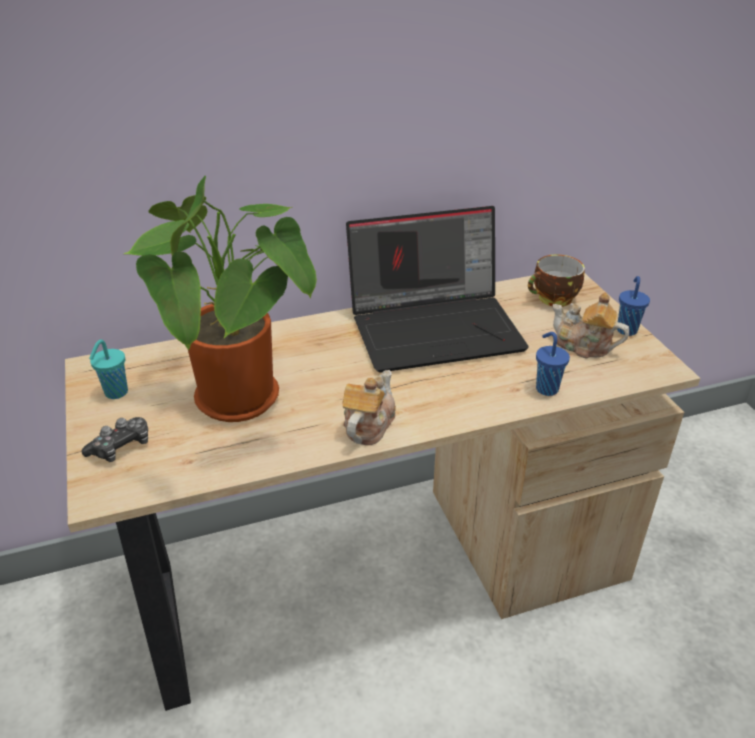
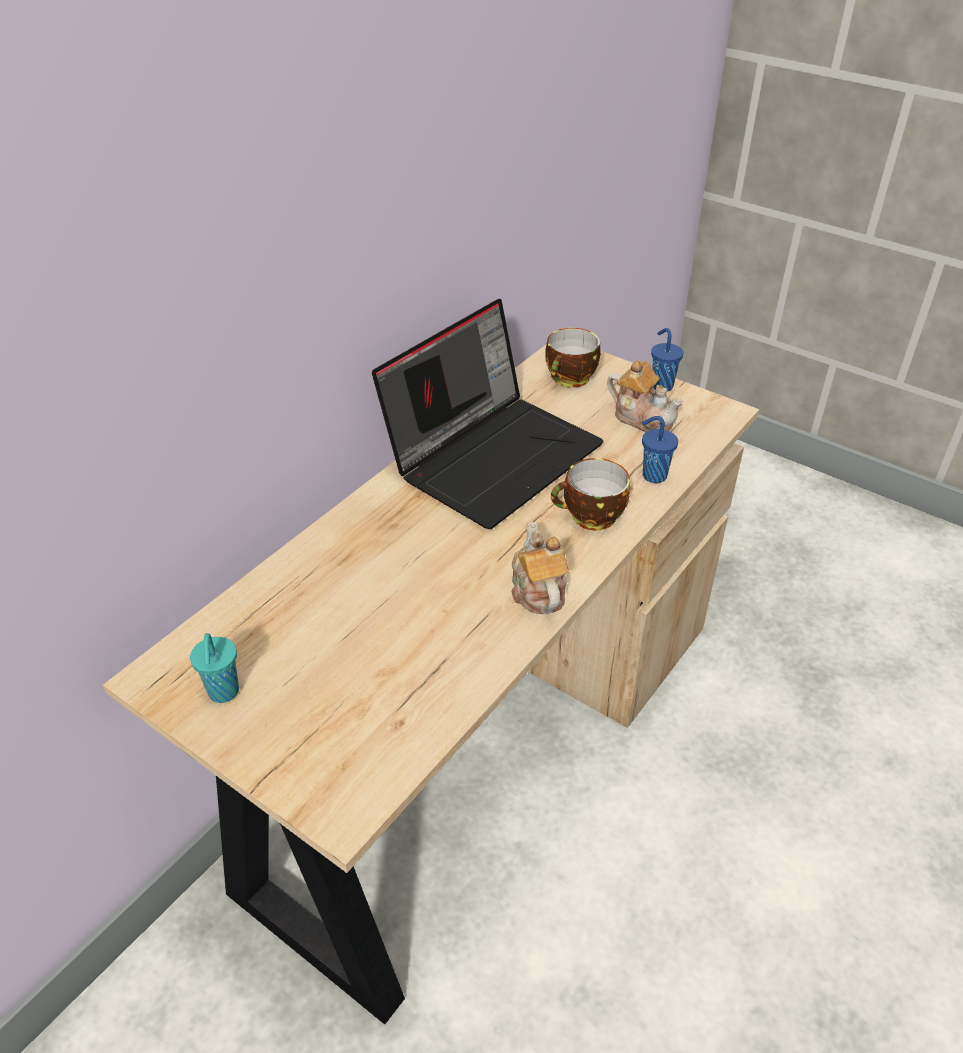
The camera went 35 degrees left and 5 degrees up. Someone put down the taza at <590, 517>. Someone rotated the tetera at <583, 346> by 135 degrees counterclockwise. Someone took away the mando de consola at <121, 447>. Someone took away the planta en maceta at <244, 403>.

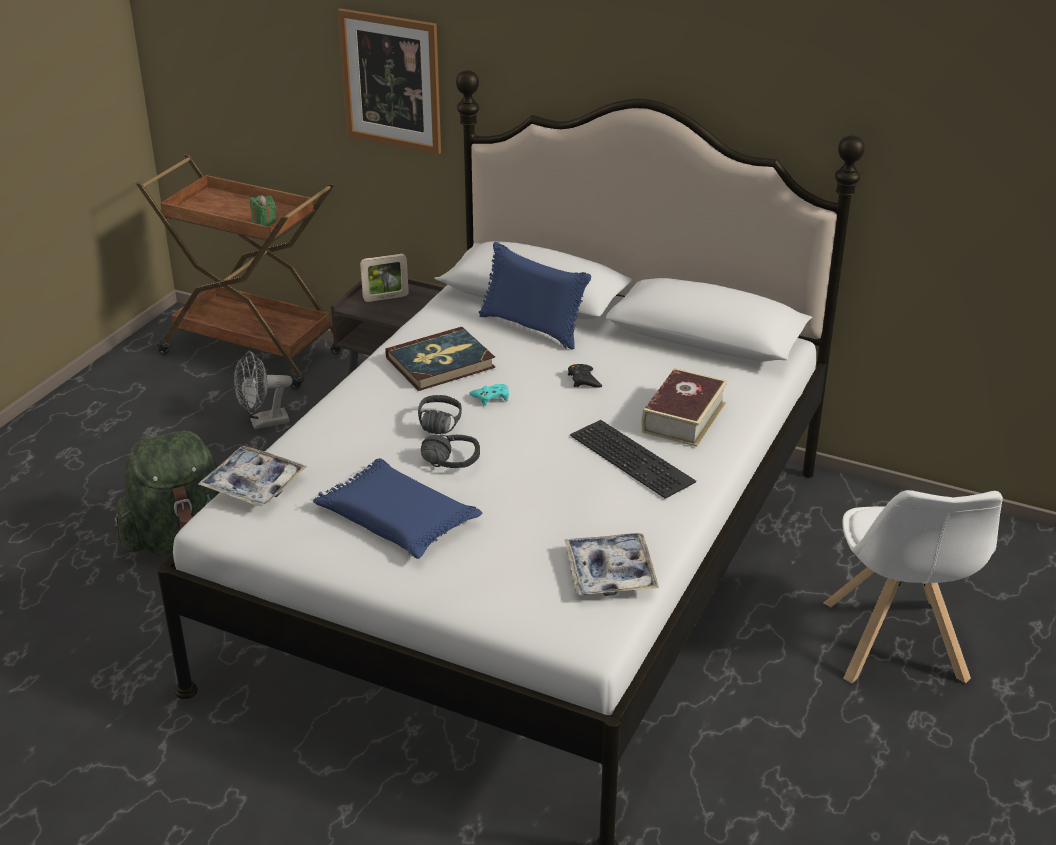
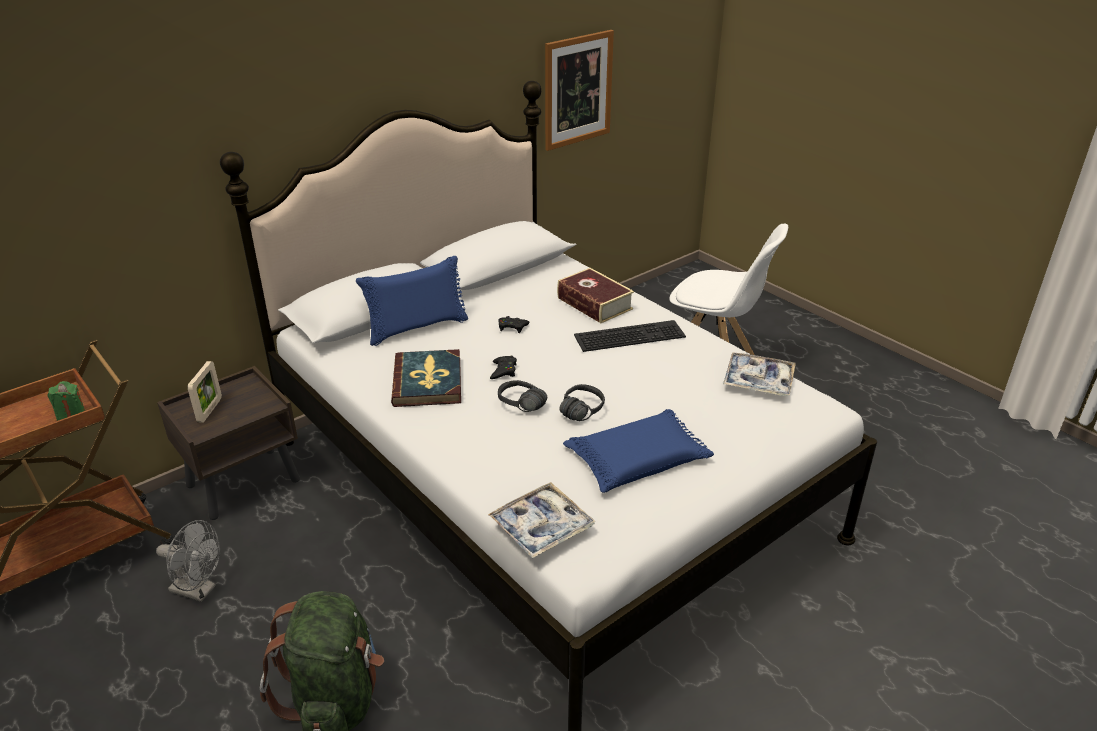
The camera went 65 degrees left and 0 degrees up. Someone rotated the ventilador/gris at <263, 423> by 75 degrees counterclockwise. Someone repainted the mando de consola/turquesa at <491, 397>, which became the mando de consola/negro at <503, 371>. Someone carried the cuadro from <391, 81> to <578, 90>.

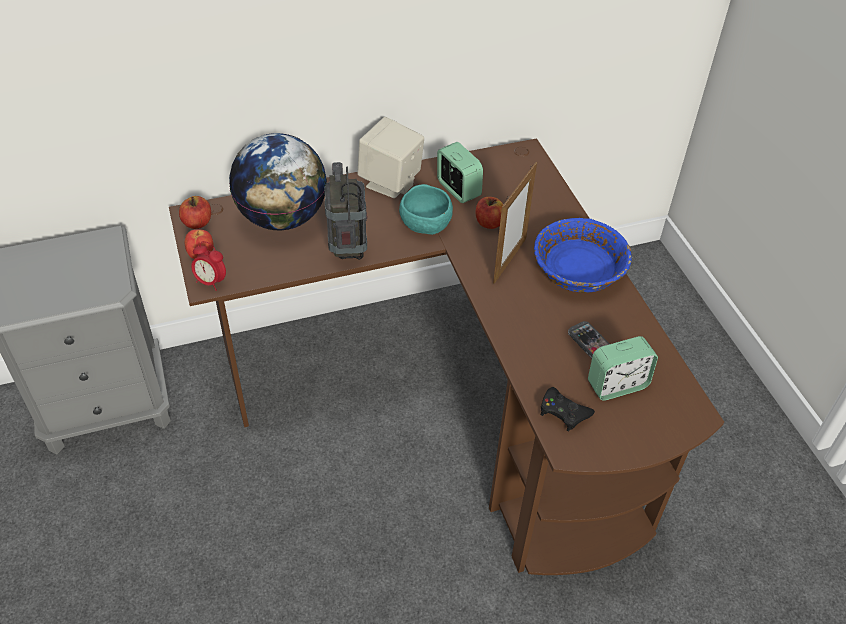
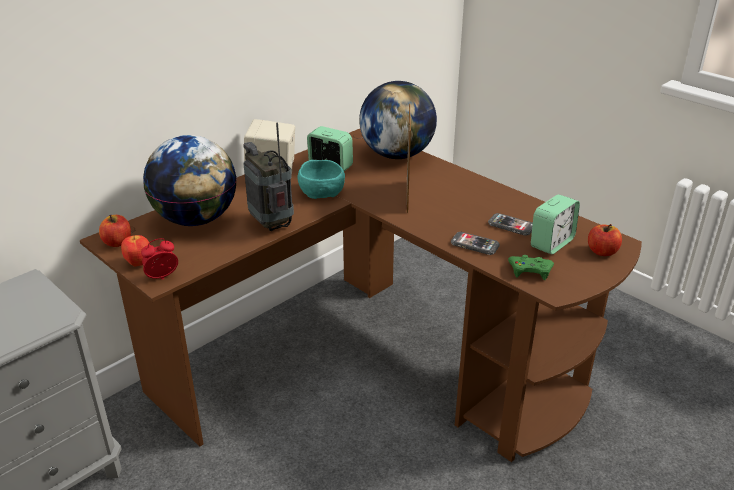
The camera went 25 degrees left and 15 degrees down. Someone rotated the despertador at <211, 282> by 150 degrees clockwise. Someone put down the globo terráqueo at <397, 155>. Someone put down the móvil at <474, 245>. Someone repainted the mando de consola/negro at <563, 412>, which became the mando de consola/verde at <530, 271>. Someone carried the manzana from <489, 223> to <602, 252>. Someone took away the cuenco/azul at <579, 269>.

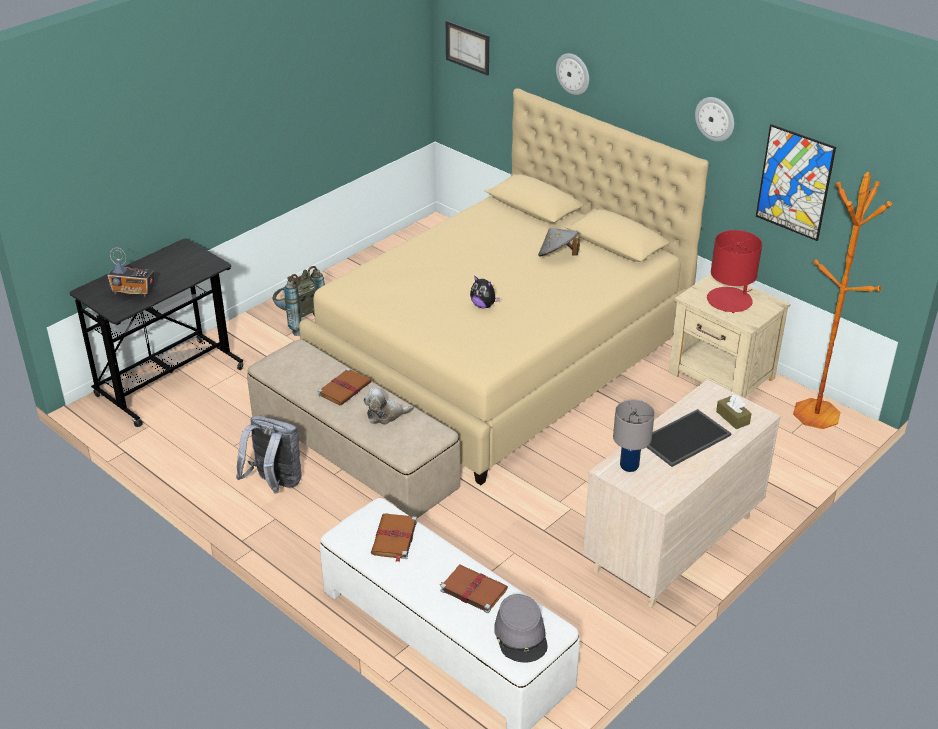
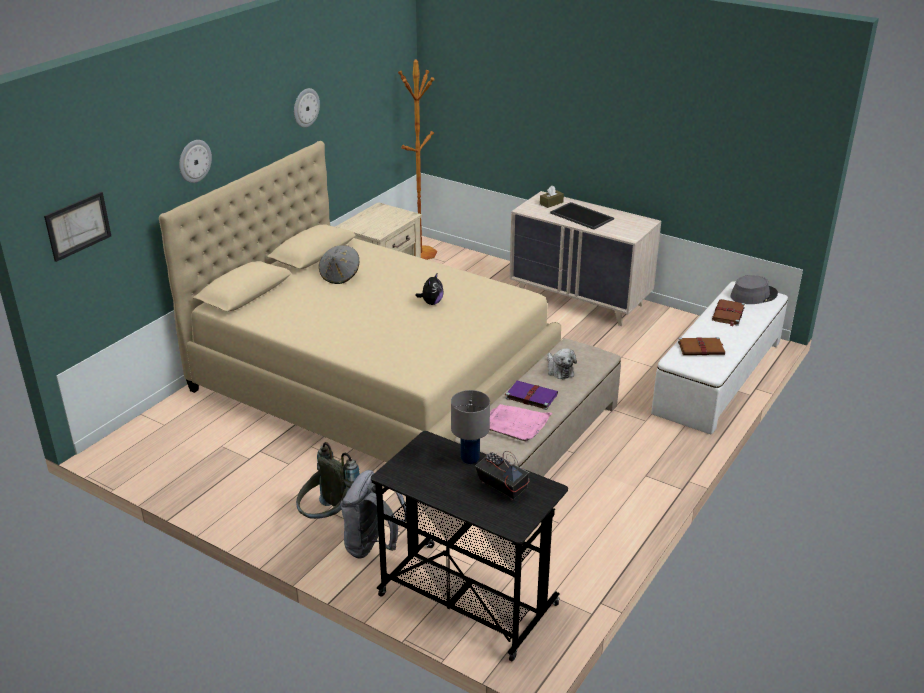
The camera went 100 degrees left and 5 degrees down. Someone carried the mochila/gris from <274, 484> to <373, 546>. Someone carried the lámpara de mesa/gris from <628, 466> to <470, 460>. Someone rotated the radio at <134, 291> by 45 degrees counterclockwise. Someone put down the bandeja/rosa at <515, 424>. Someone repainted the libro/marrón at <345, 388>, which became the libro/morado at <530, 396>. Someone took away the lámpara de mesa/rojo at <730, 300>. Someone took away the cuadro at <794, 182>.

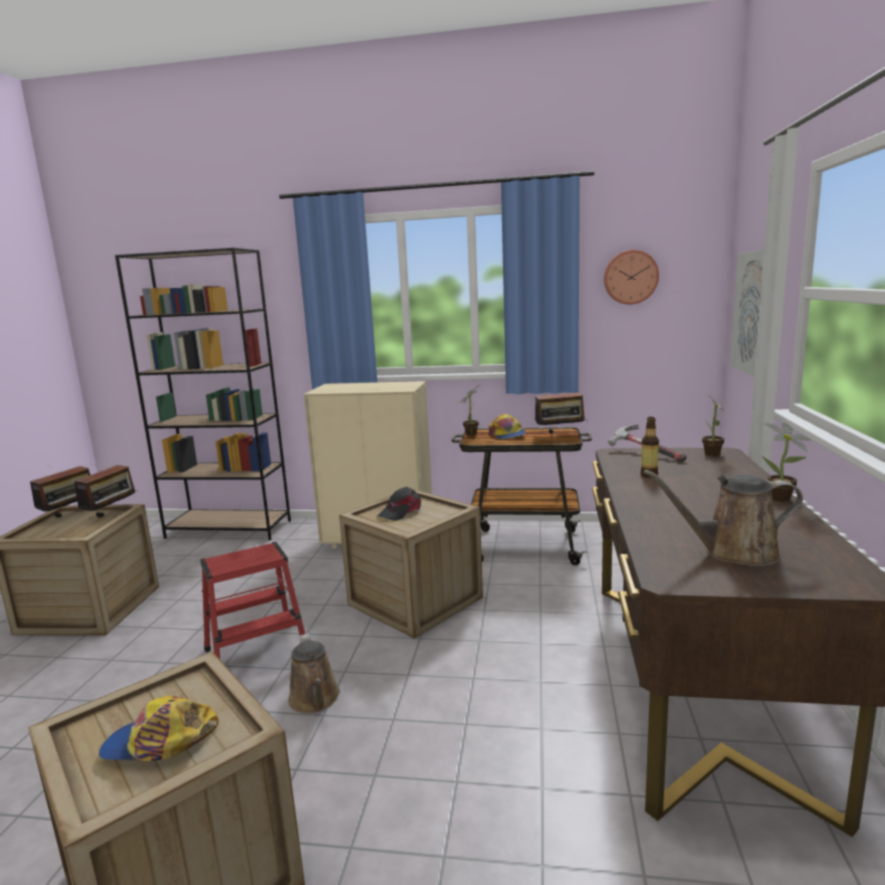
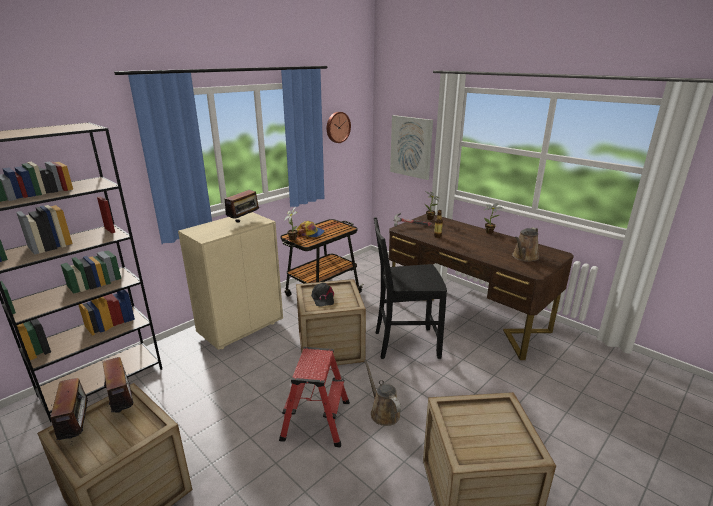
The camera went 55 degrees left and 10 degrees up. Someone carried the radio from <560, 434> to <244, 221>. Someone rotated the regadera/marrón at <315, 700> by 135 degrees counterclockwise. Someone put down the silla/negro at <405, 343>. Someone took away the gorra at <159, 743>.

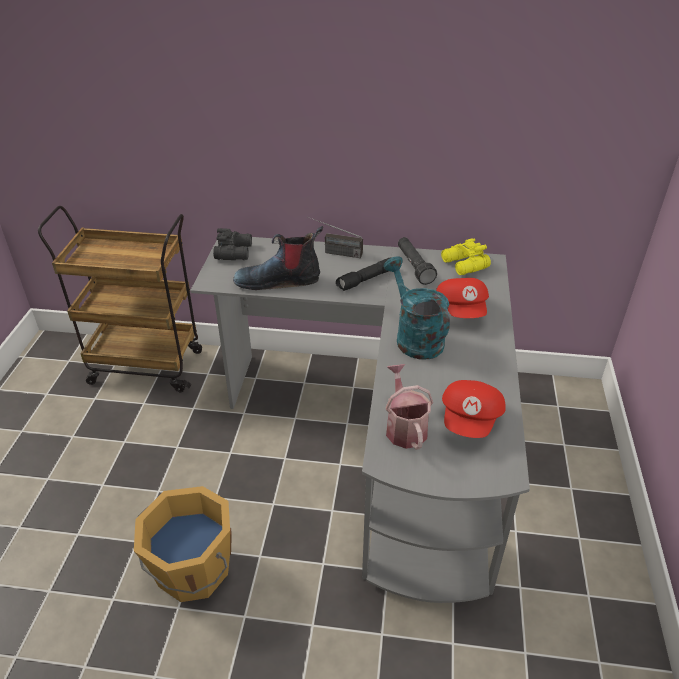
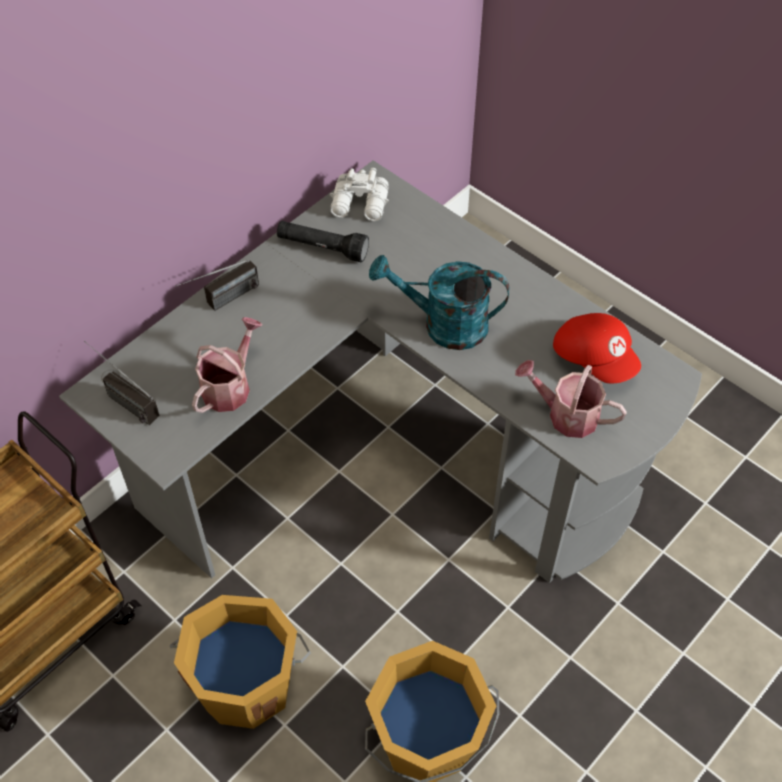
The camera went 55 degrees left and 15 degrees up. Someone swapped the prismáticos/negro at <235, 251> for the radio at <121, 399>. Someone put down the cubo/naranja at <246, 683>. Someone swapped the bota at <279, 280> for the regadera at <230, 386>. Someone repainted the prismáticos/amarillo at <464, 265>, which became the prismáticos/blanco at <361, 205>. Someone took away the linterna/negro at <366, 280>. Someone took away the gorra/rojo at <462, 310>.

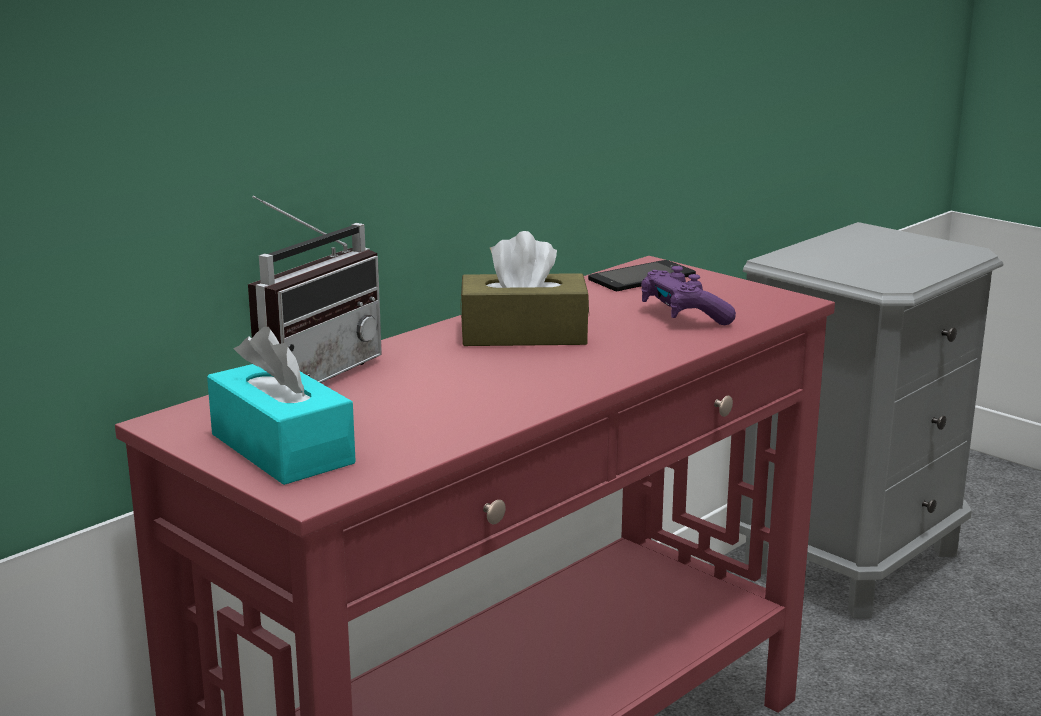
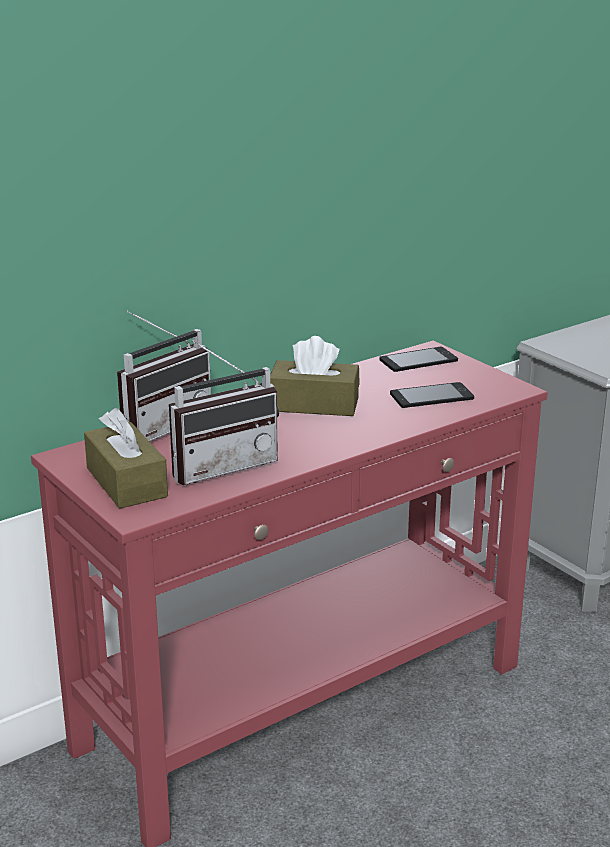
The camera went 10 degrees right and 5 degrees up. Someone repainted the caja de pañuelos/turquesa at <282, 449>, which became the caja de pañuelos/marrón at <126, 482>. Someone put down the radio at <221, 465>. Someone swapped the mando de consola/morado at <683, 316> for the móvil at <431, 396>.

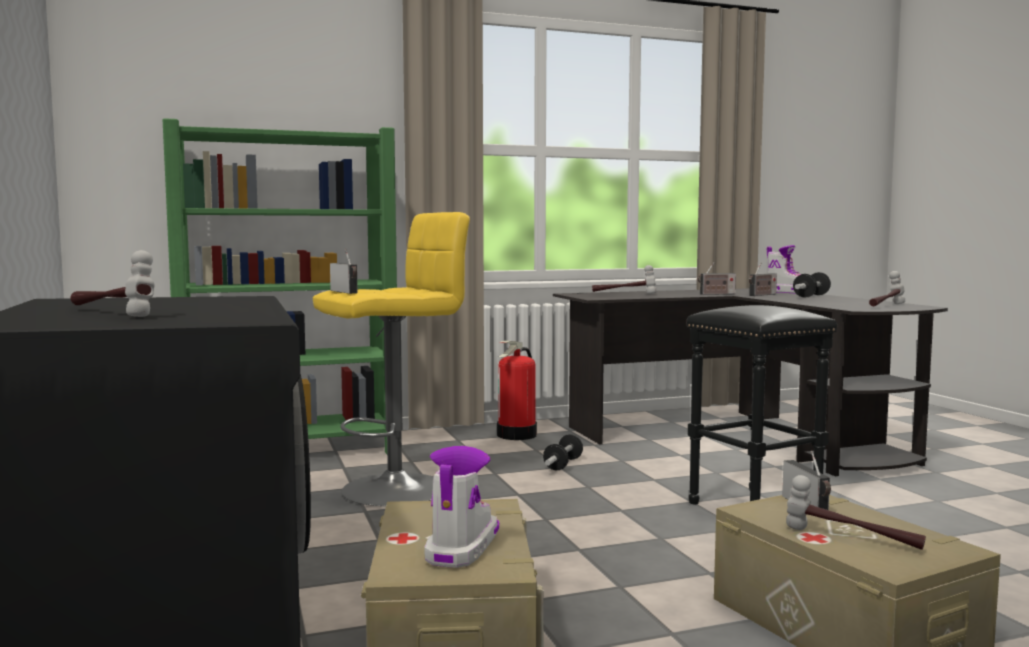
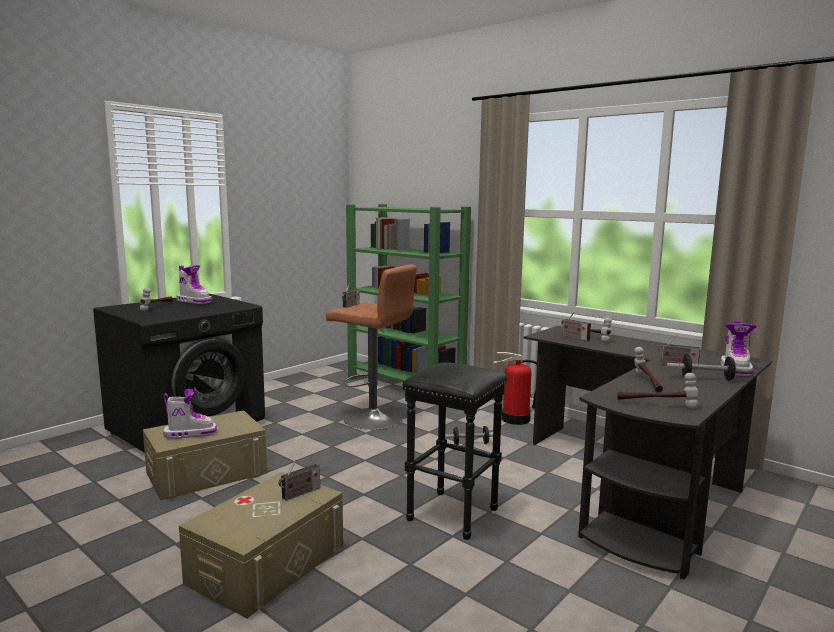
The camera went 60 degrees right and 5 degrees up. Someone put down the bota at <194, 301>. Someone repainted the taburete/amarillo at <396, 490>, which became the taburete/marrón at <373, 419>. Someone carried the radio from <716, 294> to <574, 337>. Someone carried the martillo from <851, 539> to <647, 383>.

